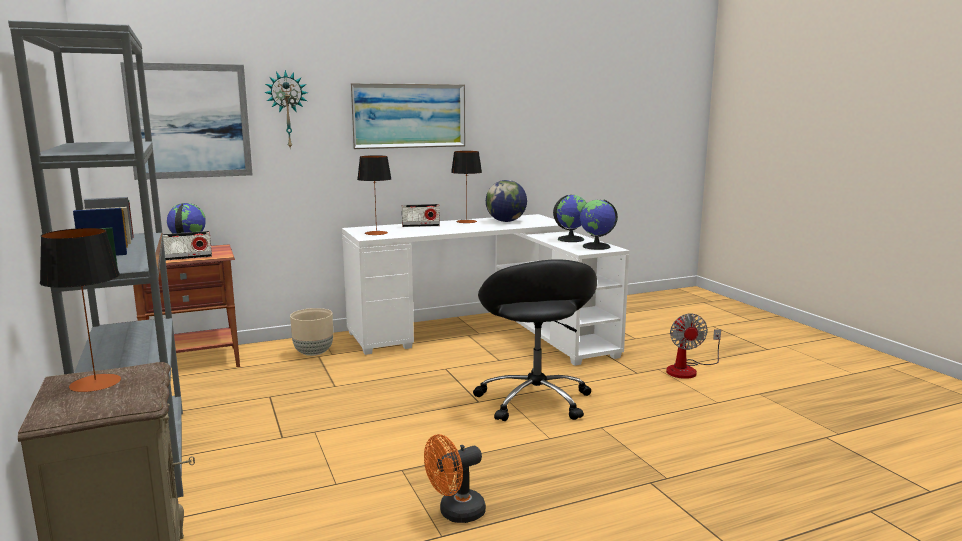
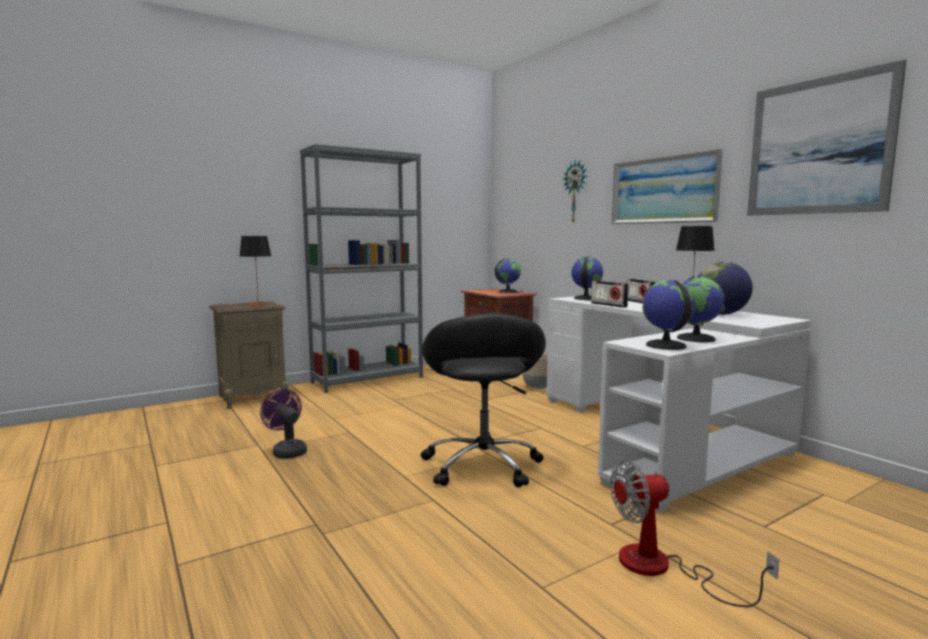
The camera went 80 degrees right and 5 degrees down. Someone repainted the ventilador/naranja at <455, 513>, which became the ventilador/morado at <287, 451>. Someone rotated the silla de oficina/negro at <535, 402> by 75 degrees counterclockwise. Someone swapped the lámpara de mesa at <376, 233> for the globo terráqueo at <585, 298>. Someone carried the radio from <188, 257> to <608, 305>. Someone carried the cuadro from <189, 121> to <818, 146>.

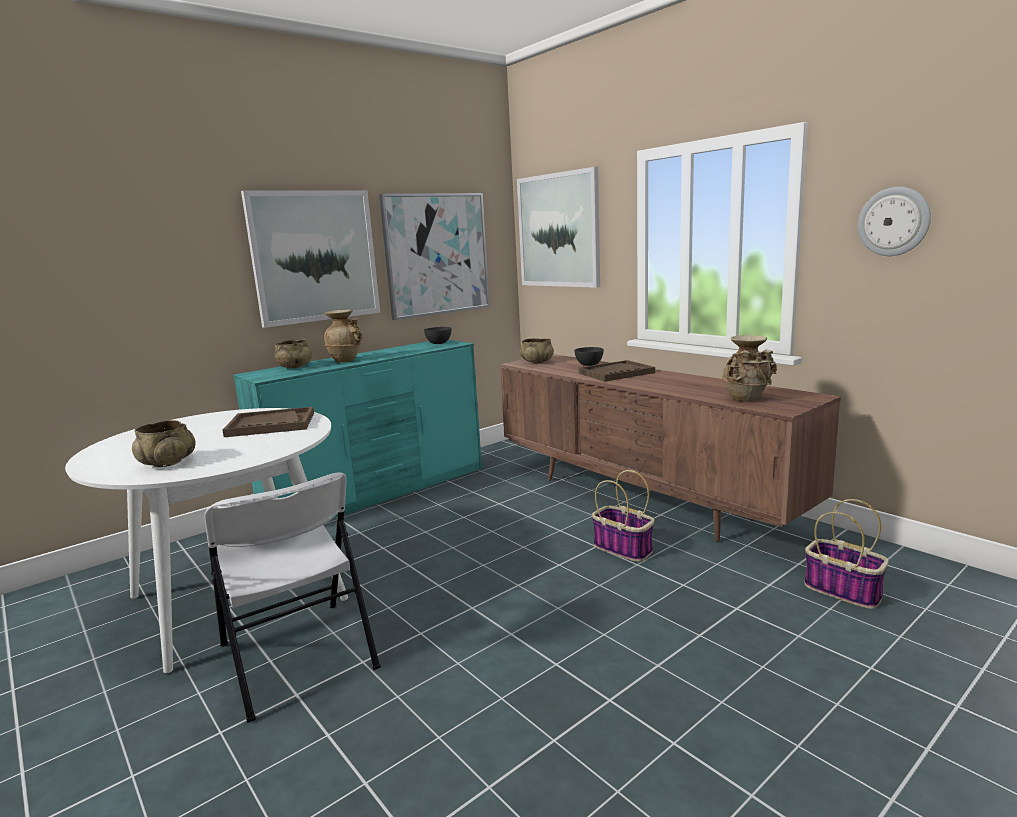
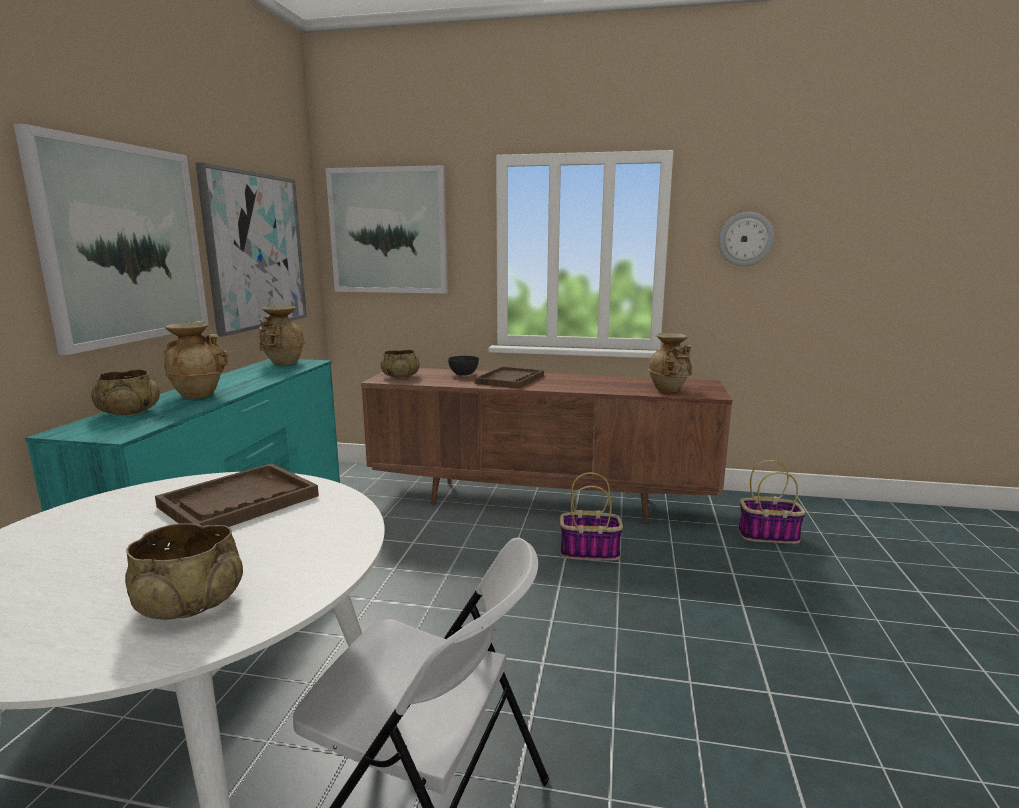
The camera went 40 degrees left and 0 degrees up. Someone swapped the cuenco/gris at <438, 343> for the florero/beis at <282, 363>.

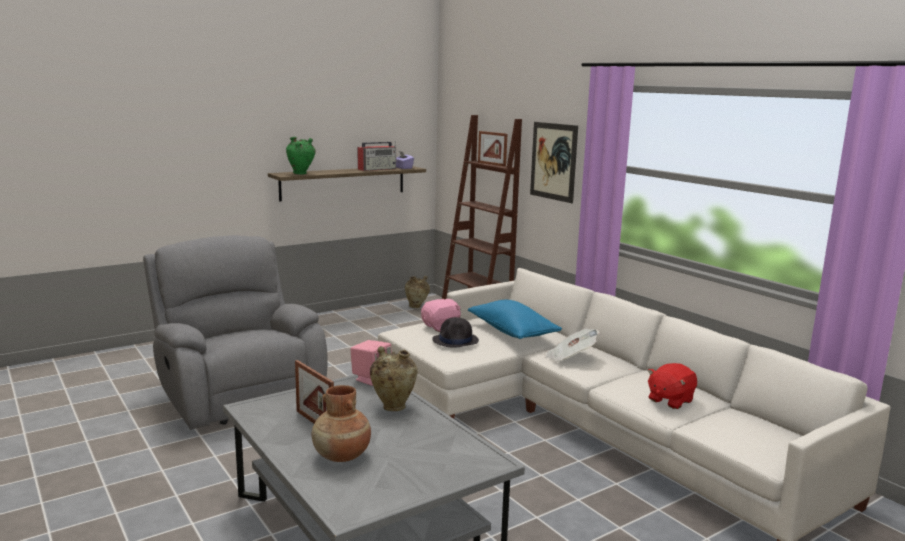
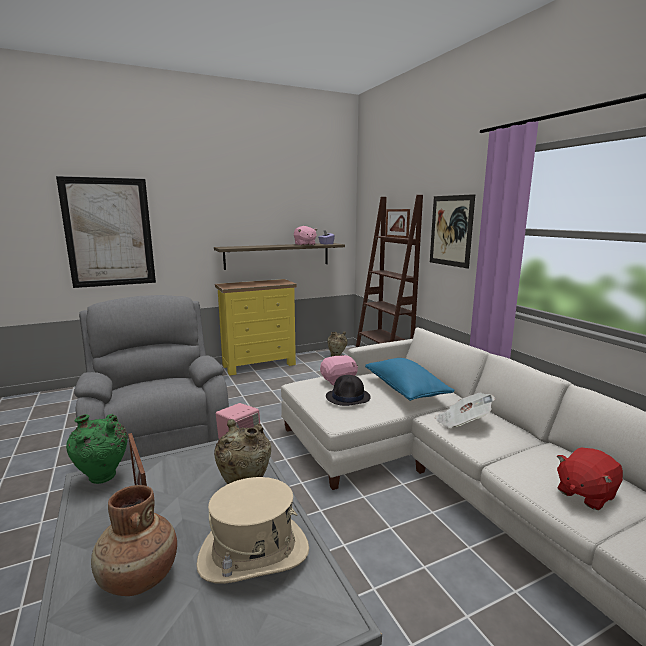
The camera went 10 degrees right and 0 degrees up. Someone put up the cuadro at <109, 233>. Someone carried the florero/verde from <301, 174> to <103, 479>. Someone put down the sombrero/beis at <254, 554>. Someone put down the cómoda/amarillo at <259, 365>. Someone swapped the radio at <377, 169> for the peluche/rosa at <304, 244>.

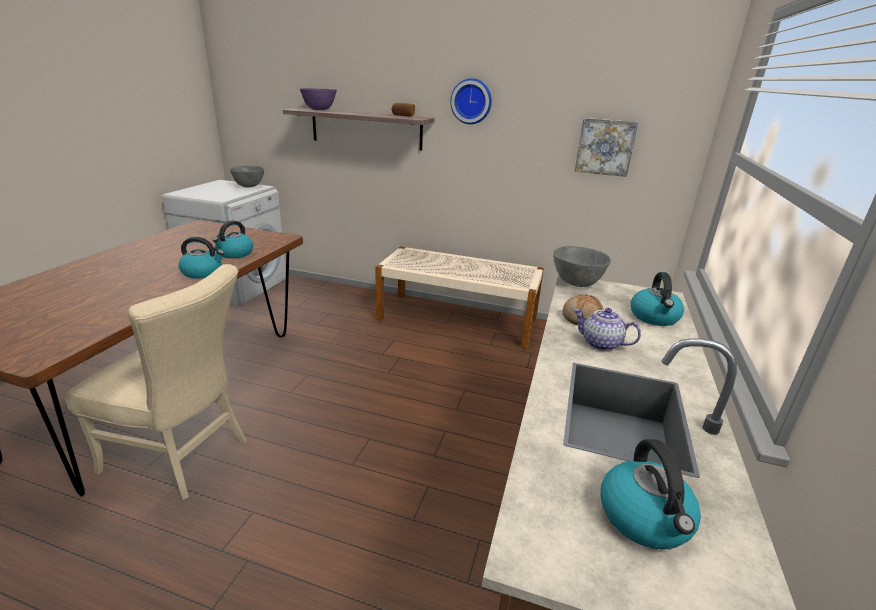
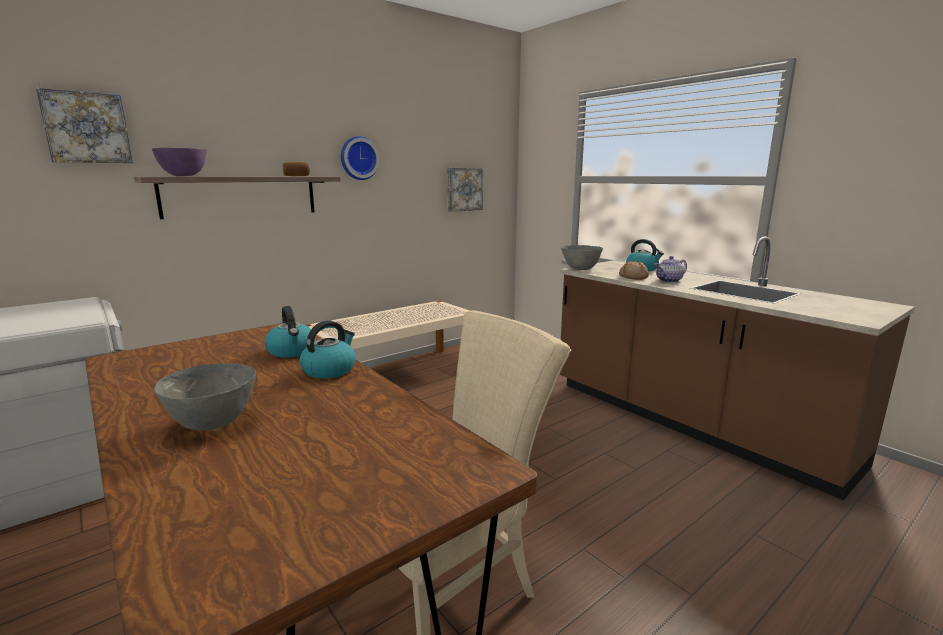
The camera went 55 degrees left and 10 degrees down. Someone put up the cuadro at <86, 128>. Someone carried the cuenco/gris from <249, 186> to <213, 424>. Someone took away the hervidor at <645, 519>.

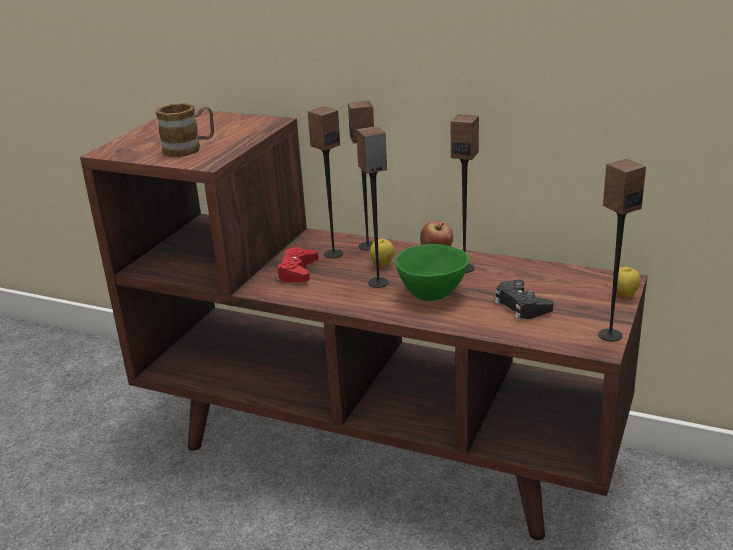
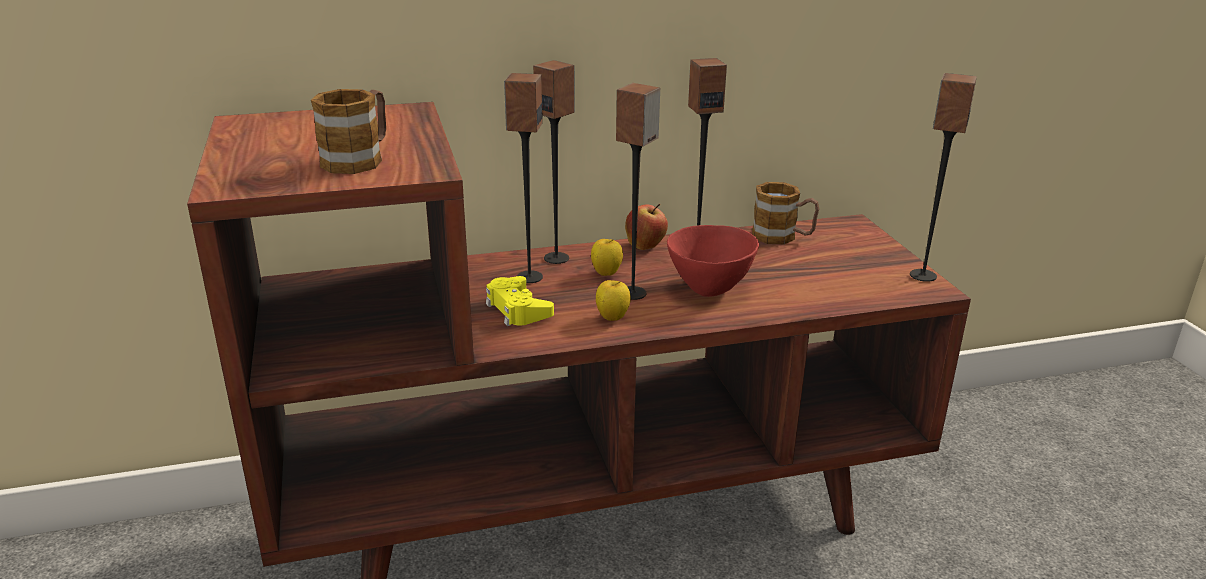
The camera went 40 degrees left and 0 degrees up. Someone repainted the mando de consola/rojo at <297, 271>, which became the mando de consola/amarillo at <517, 309>. Someone carried the manzana from <624, 295> to <613, 318>. Someone repainted the cuenco/verde at <432, 294>, which became the cuenco/rojo at <709, 288>. Someone put down the taza grande at <783, 237>. Someone took away the mando de consola/negro at <521, 306>.

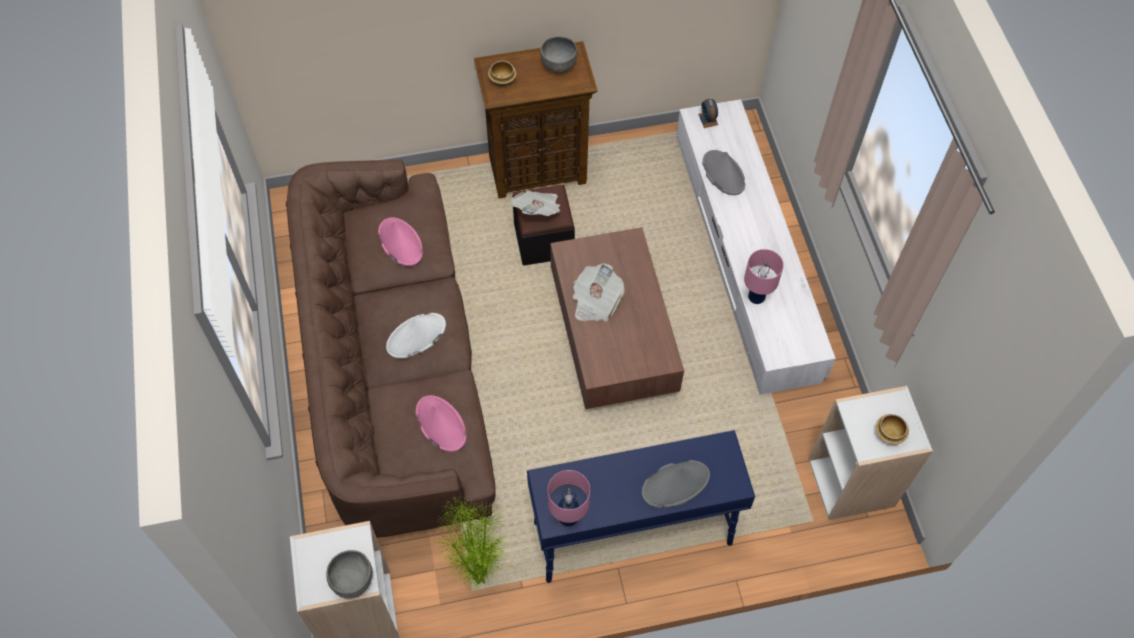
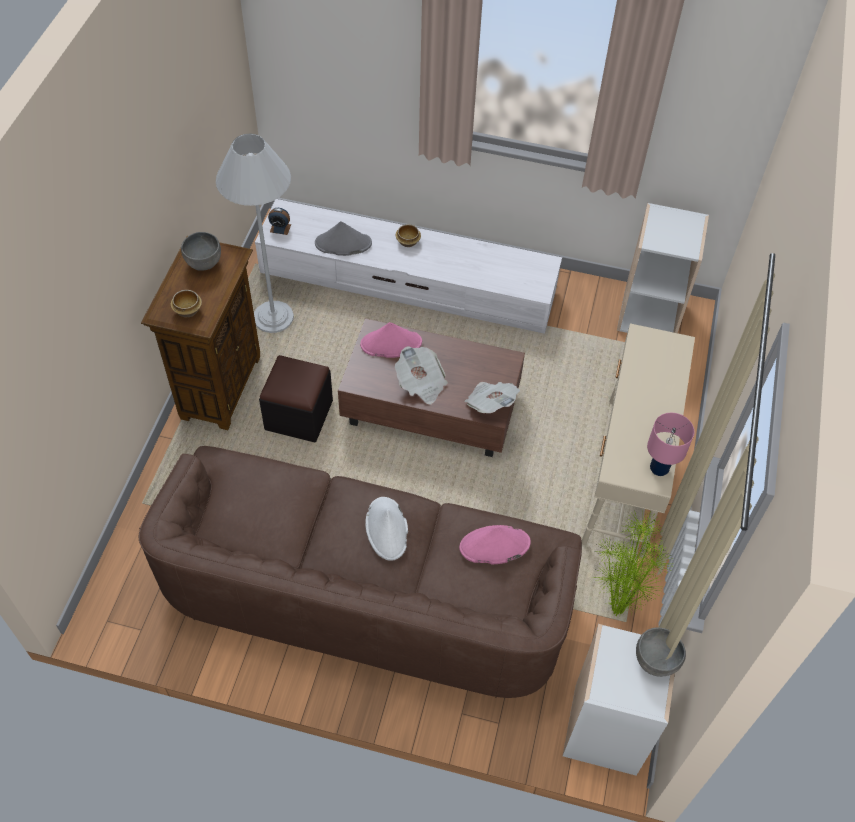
The camera went 65 degrees left and 5 degrees down. Someone put down the lámpara de pie/blanco at <273, 317>. Someone carried the sombrero/rosa from <400, 242> to <391, 344>. Someone carried the cuenco from <890, 434> to <408, 241>. Someone carried the periódico from <538, 210> to <490, 403>. Someone repainted the mesa consola/azul at <632, 531>, which became the mesa consola/beis at <624, 475>. Someone took away the sombrero/gris at <675, 484>. Someone took away the lámpara de mesa/rosa at <756, 297>.

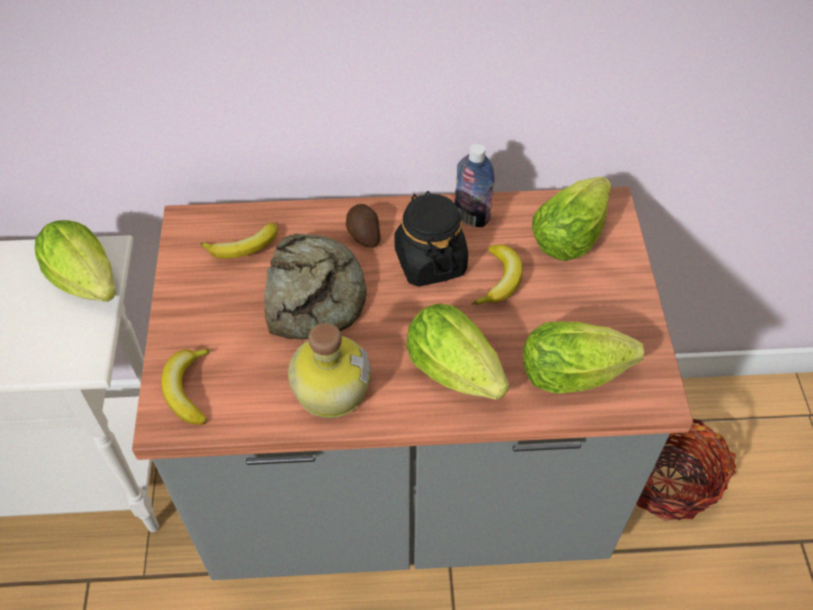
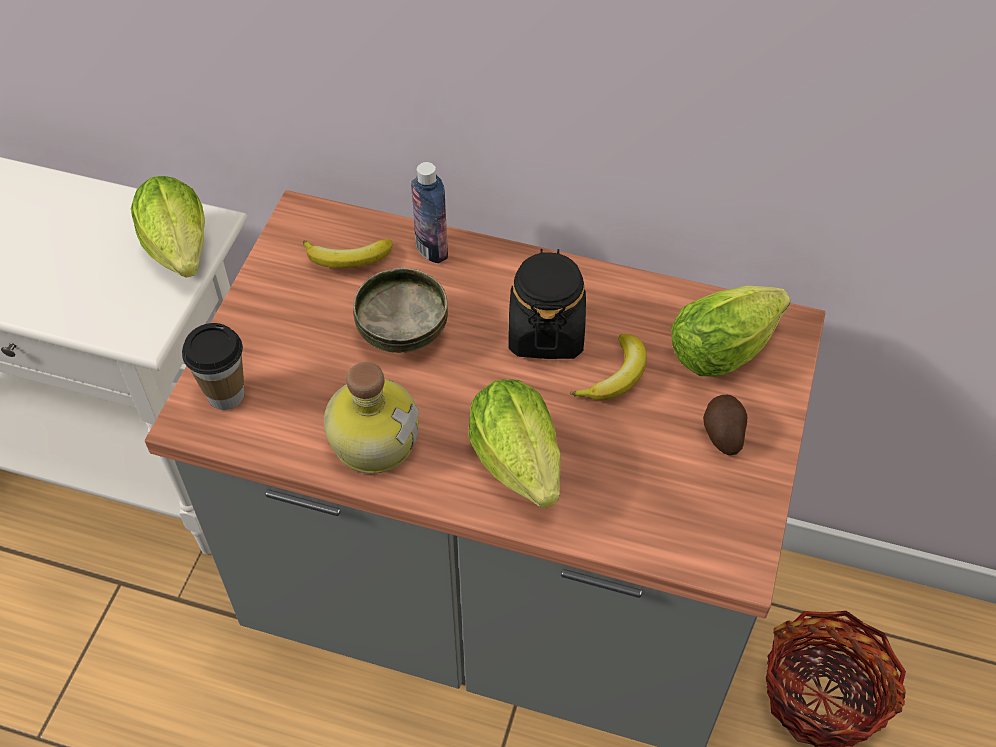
The camera went 20 degrees right and 0 degrees up. Someone swapped the plátano at <188, 389> for the taza at <226, 395>. Someone swapped the pan at <314, 293> for the cuenco at <402, 331>. Someone carried the botella from <471, 217> to <431, 249>. Someone carried the patata from <363, 234> to <722, 433>. Someone took away the lechuga at <578, 373>.

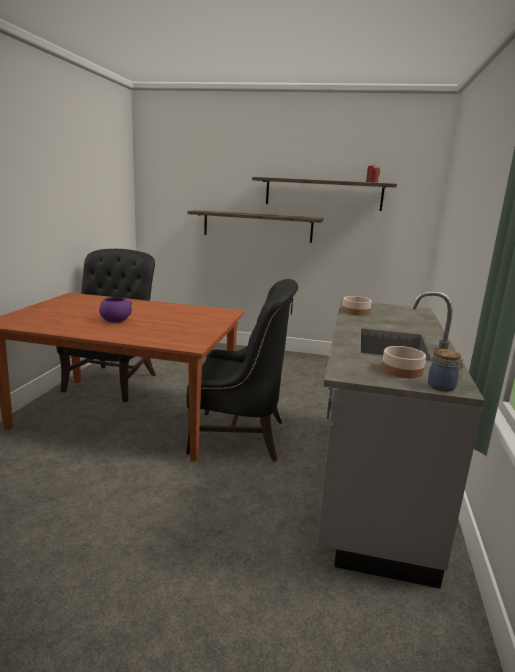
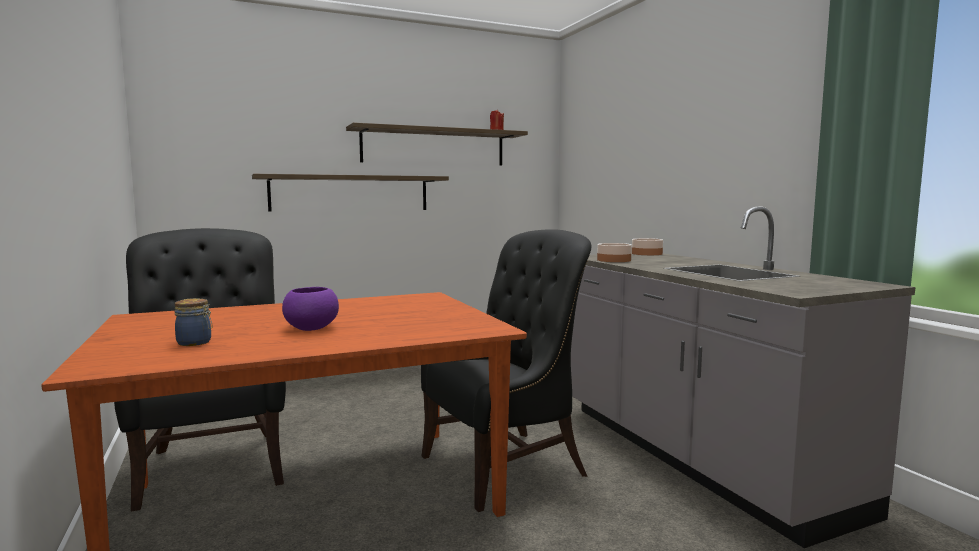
The camera went 35 degrees left and 10 degrees down. Someone carried the tarro from <442, 387> to <195, 343>. Someone carried the cuenco from <401, 370> to <646, 253>.

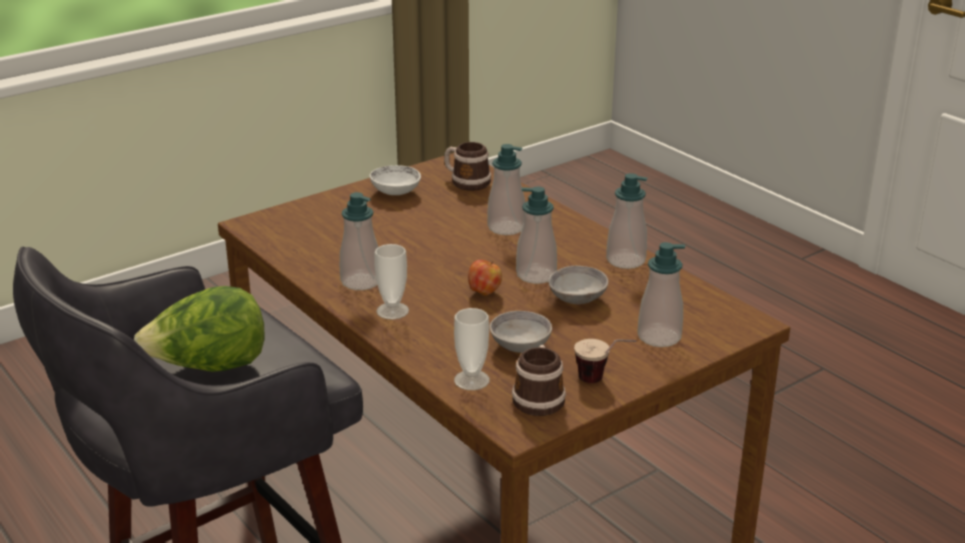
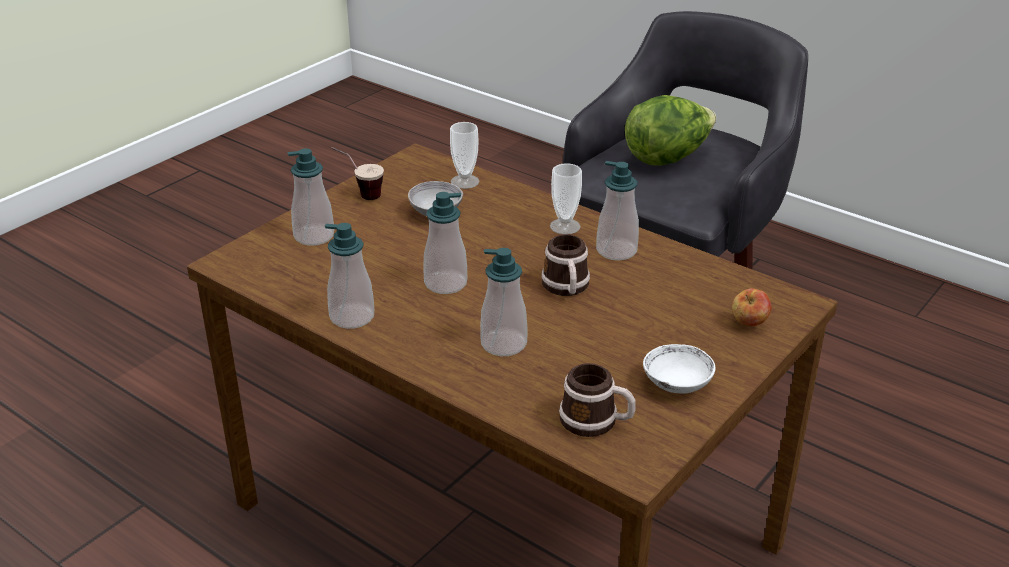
The camera went 165 degrees right and 5 degrees up. Someone carried the taza grande from <539, 397> to <566, 288>. Someone carried the manzana from <484, 292> to <749, 324>. Someone took away the cuenco/gris at <577, 298>.

